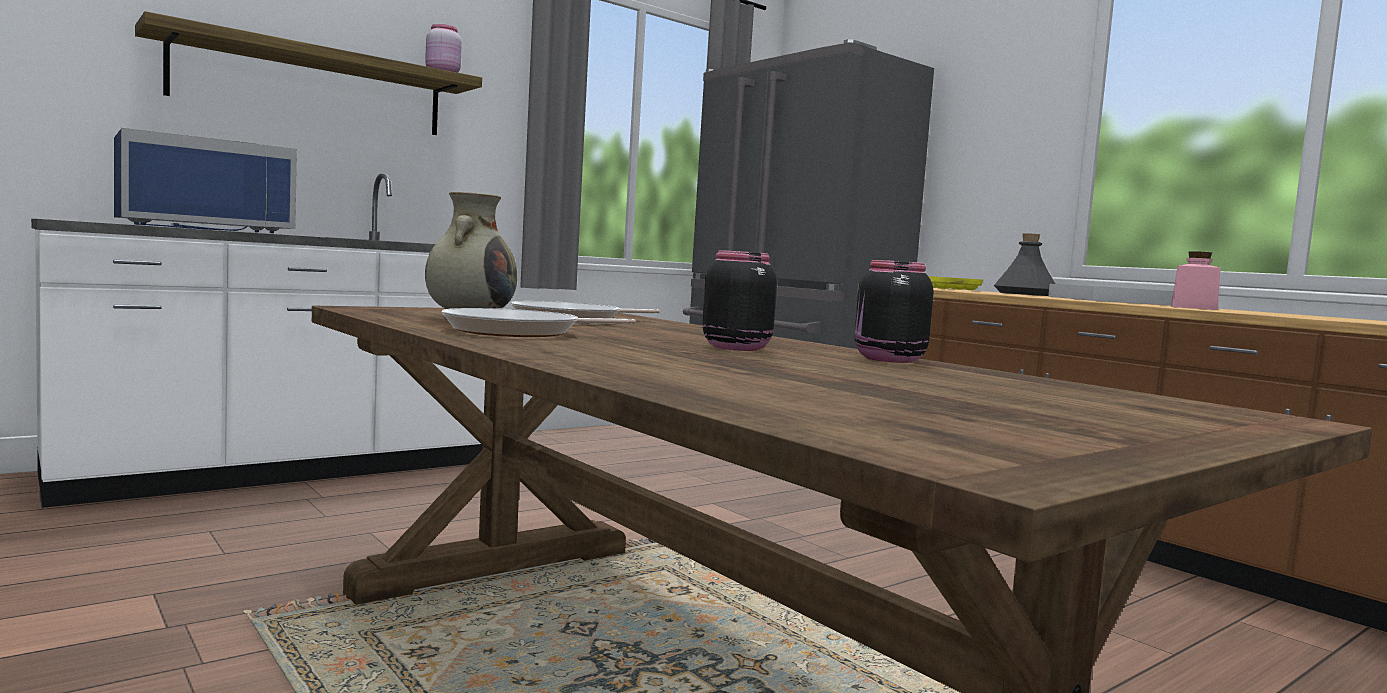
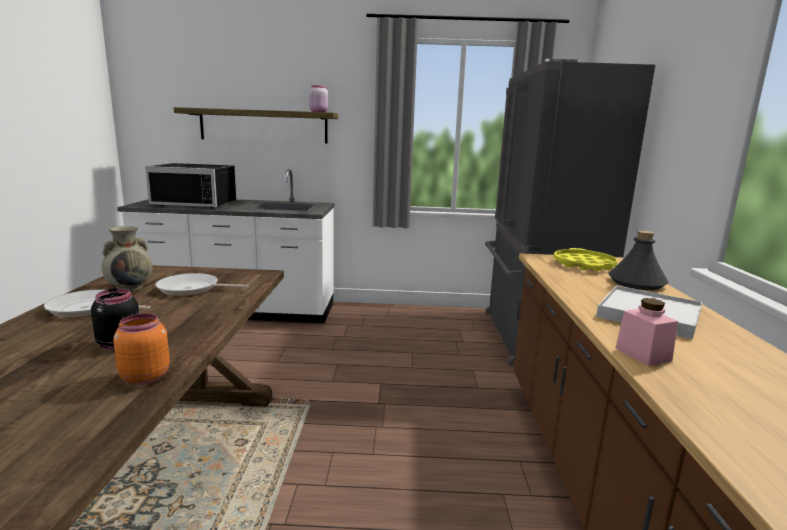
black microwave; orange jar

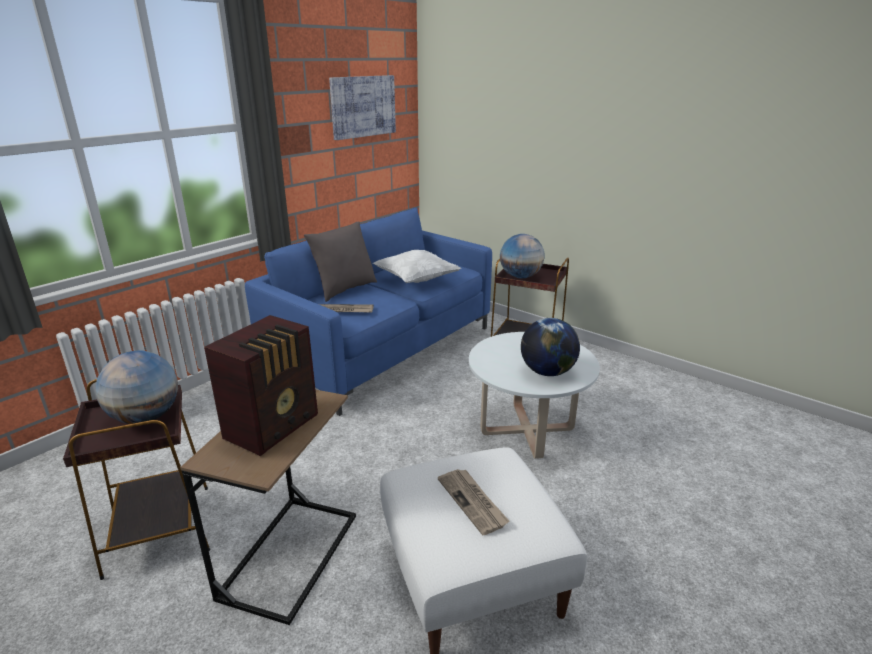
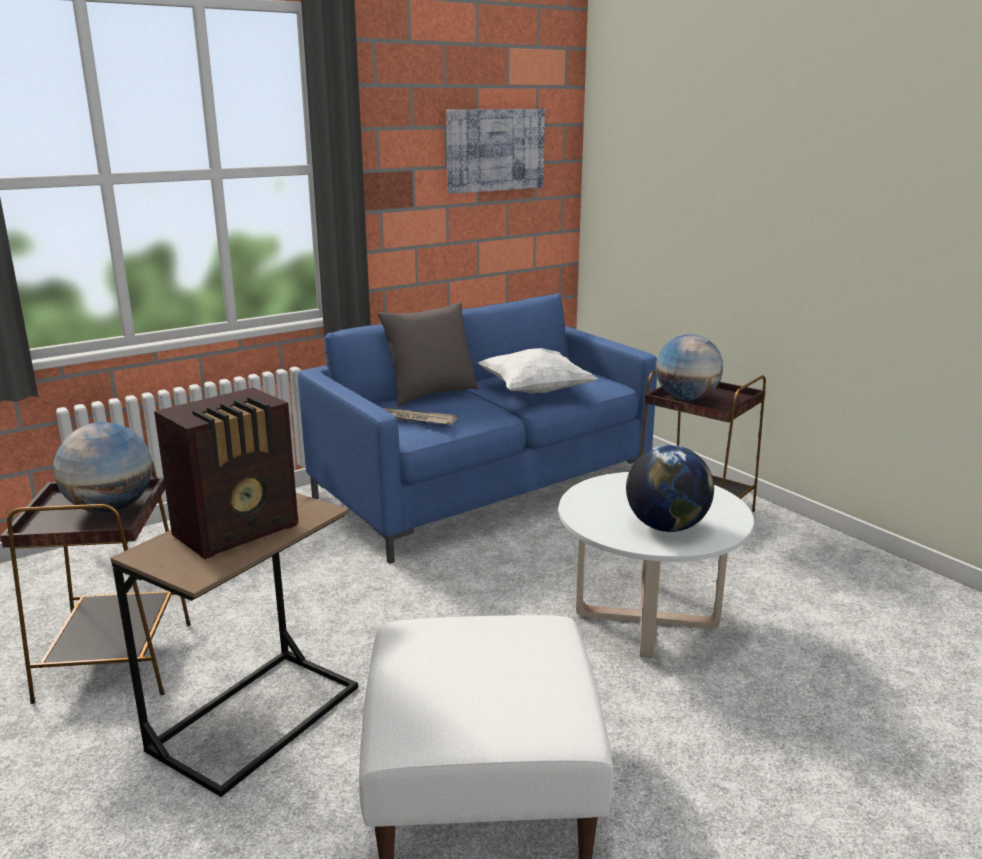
newspaper (2nd from left in the first image)

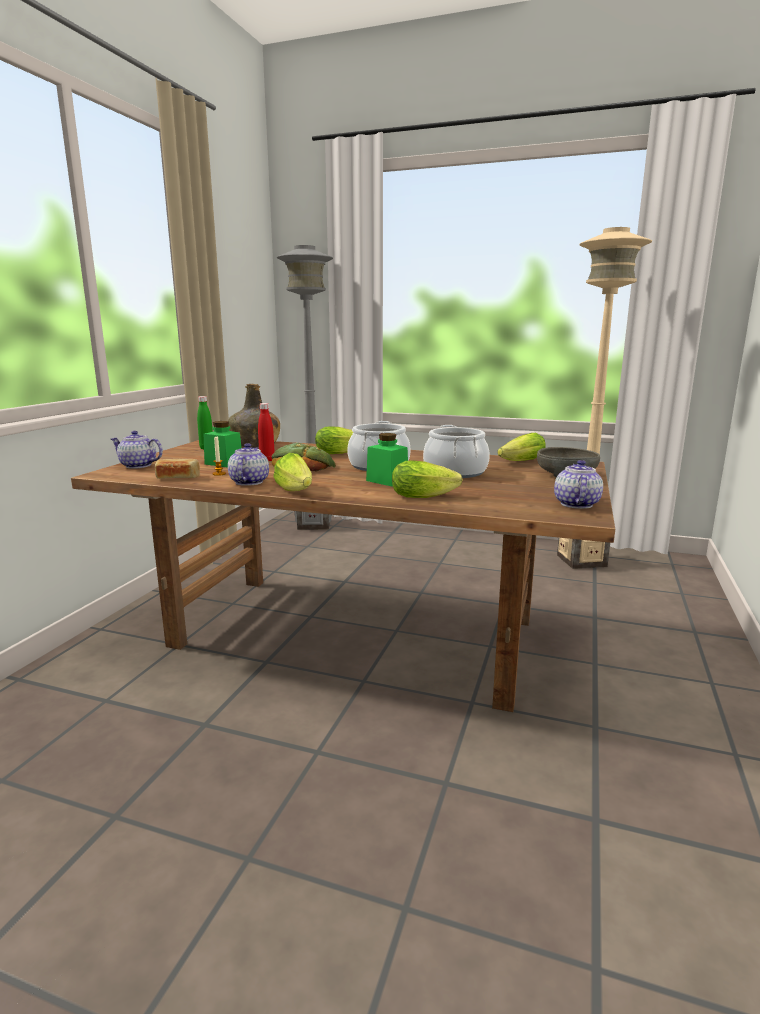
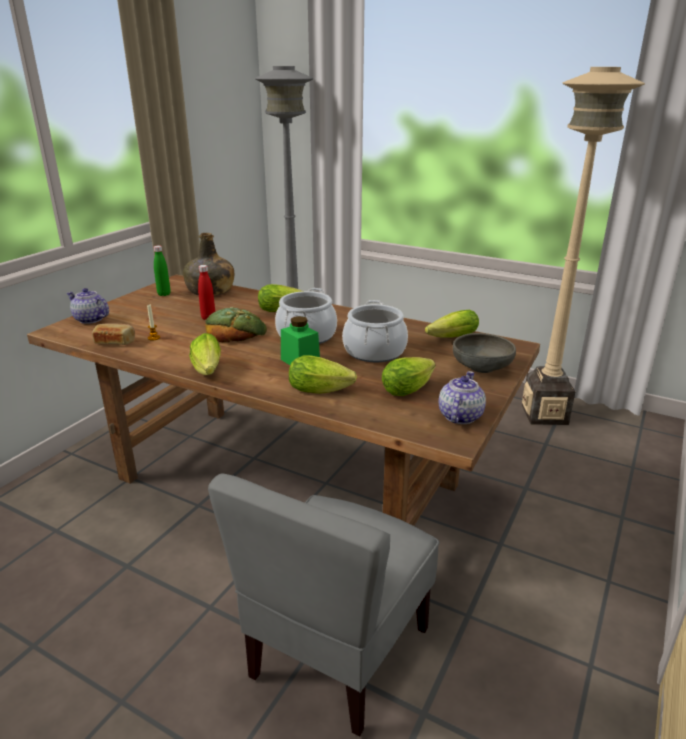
green jar (1st from left in the first image); teapot (2nd from left in the first image); grey chair; lettuce (4th from left)

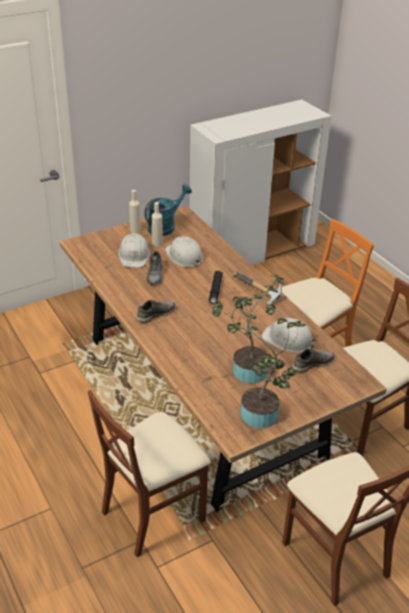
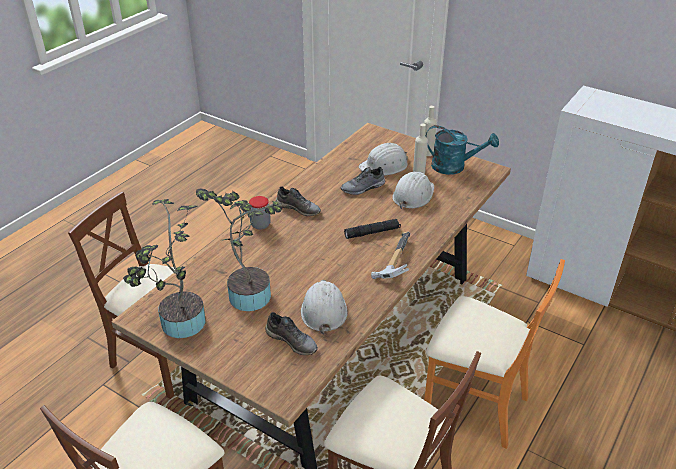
jar

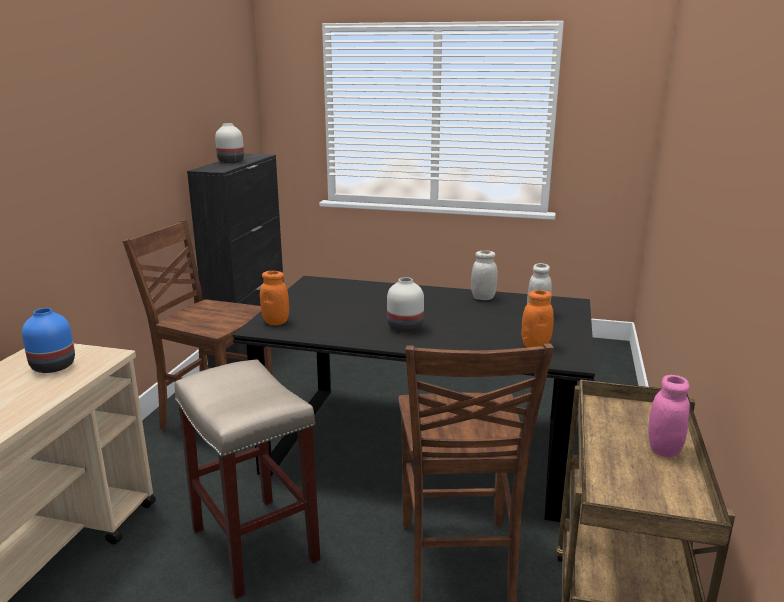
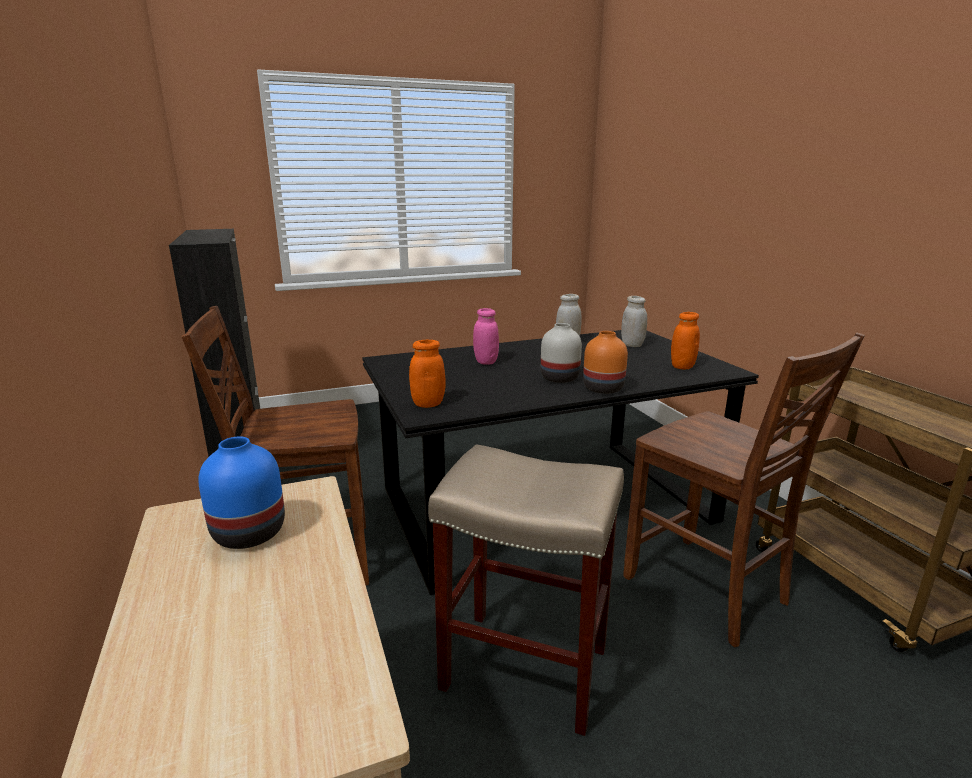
white vase (1st from left in the first image); orange vase; pink jar

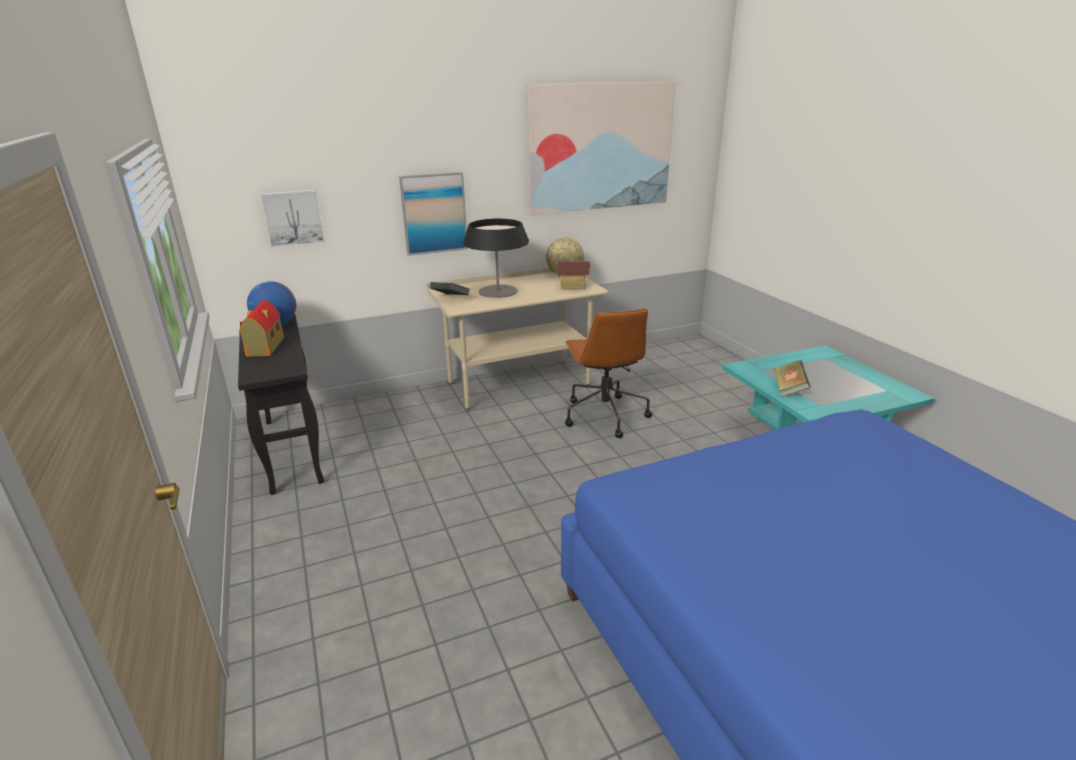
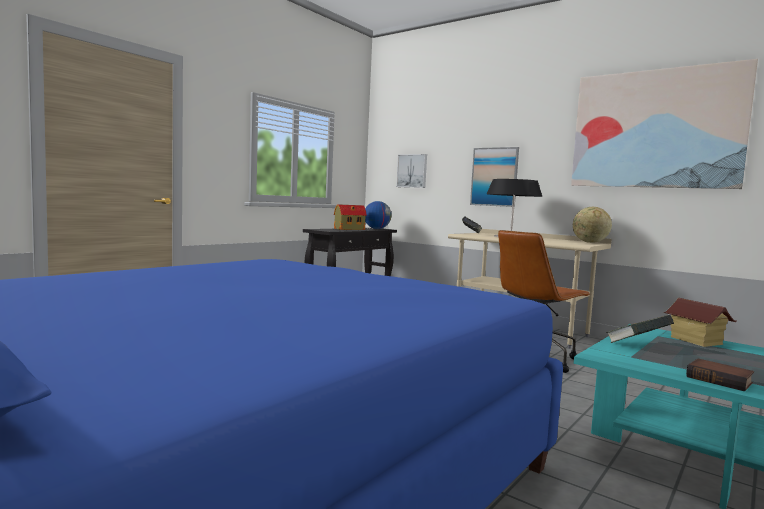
book (3rd from left); toy house (2nd from left)

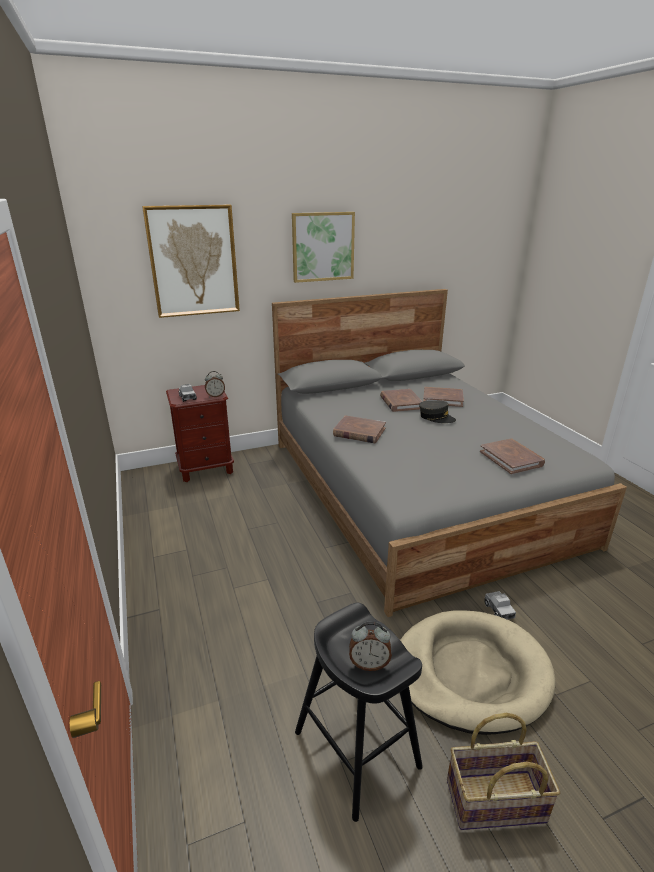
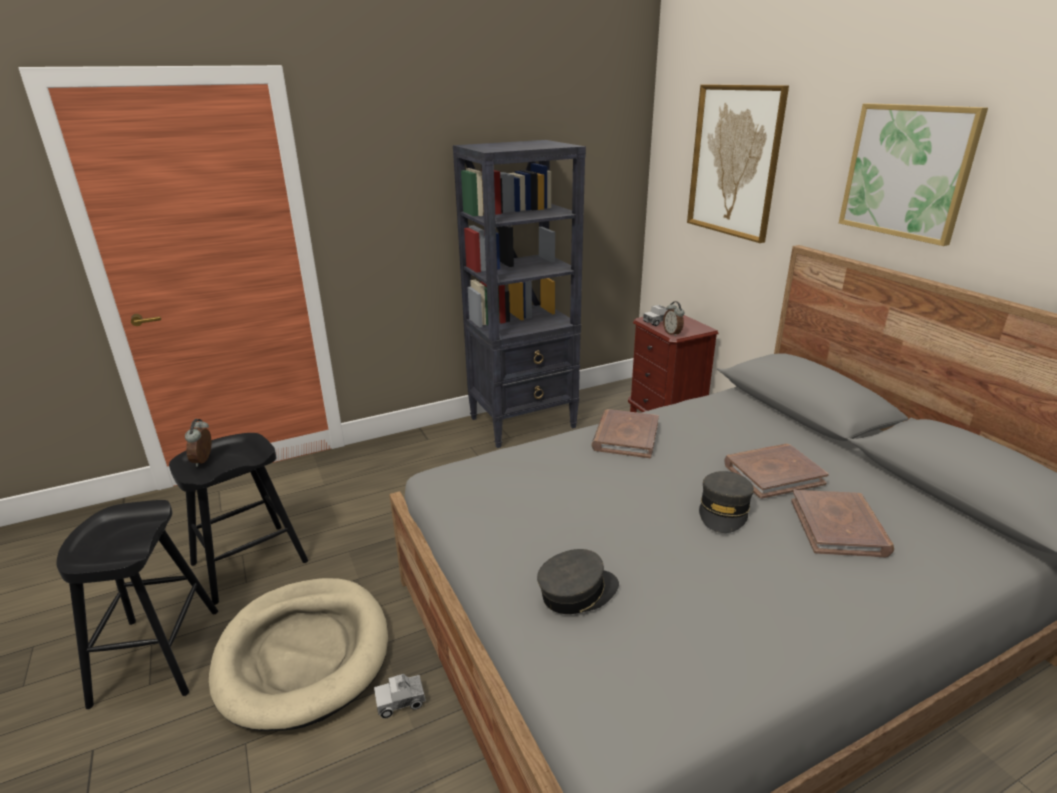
black bookcase; black stool (1st from left); grey cap (1st from left)

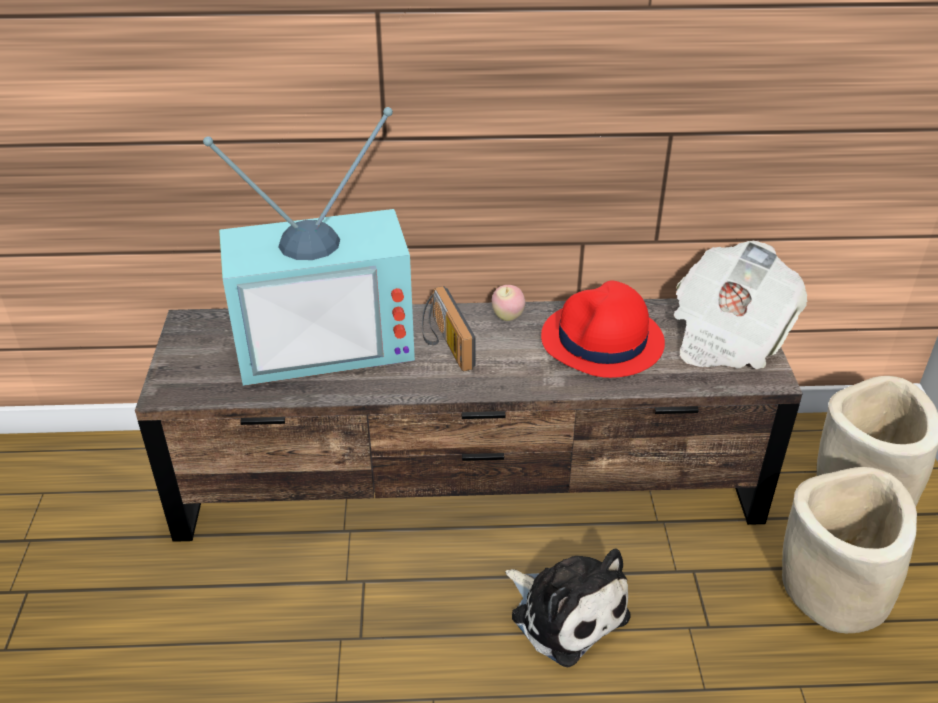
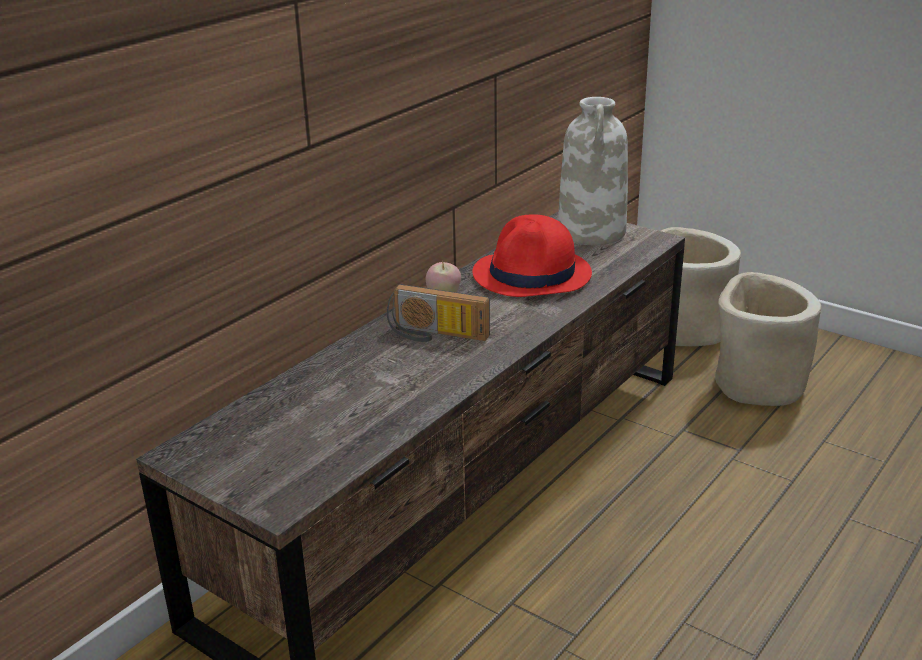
television; plush toy; white vase

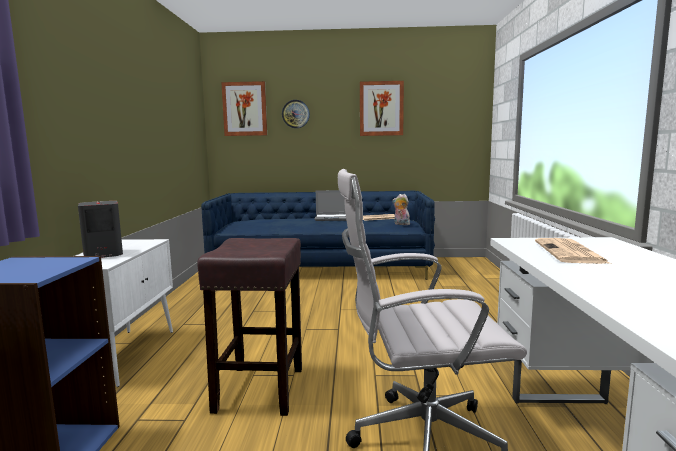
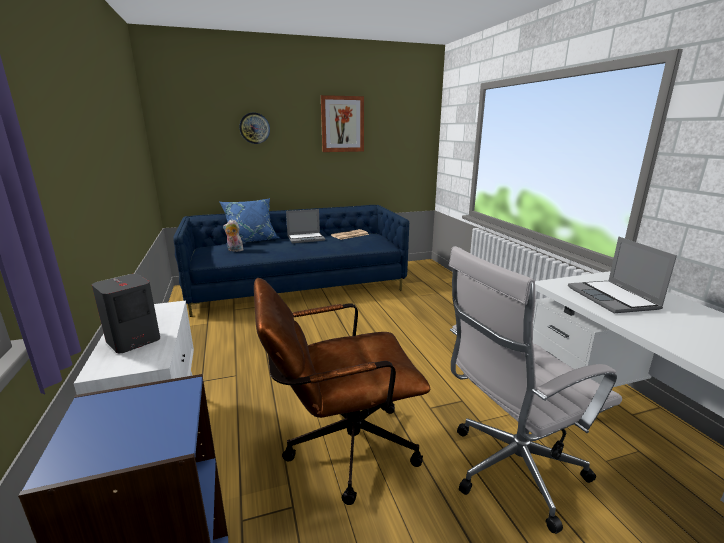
picture (1st from left in the first image); blue pillow; plush toy; brown office chair; laptop (2nd from left)

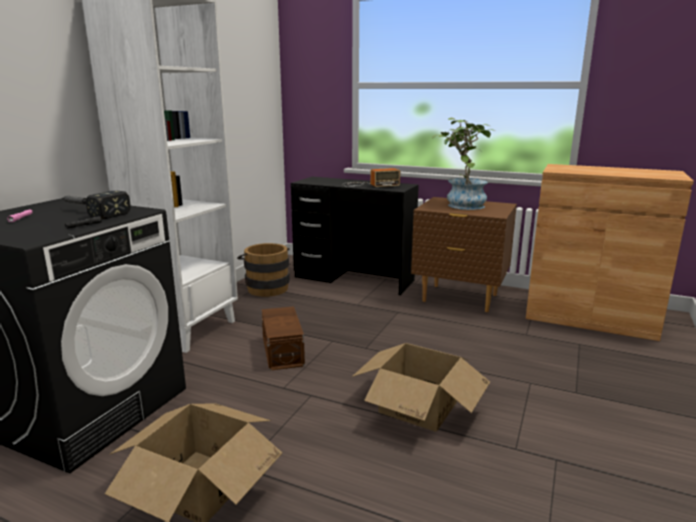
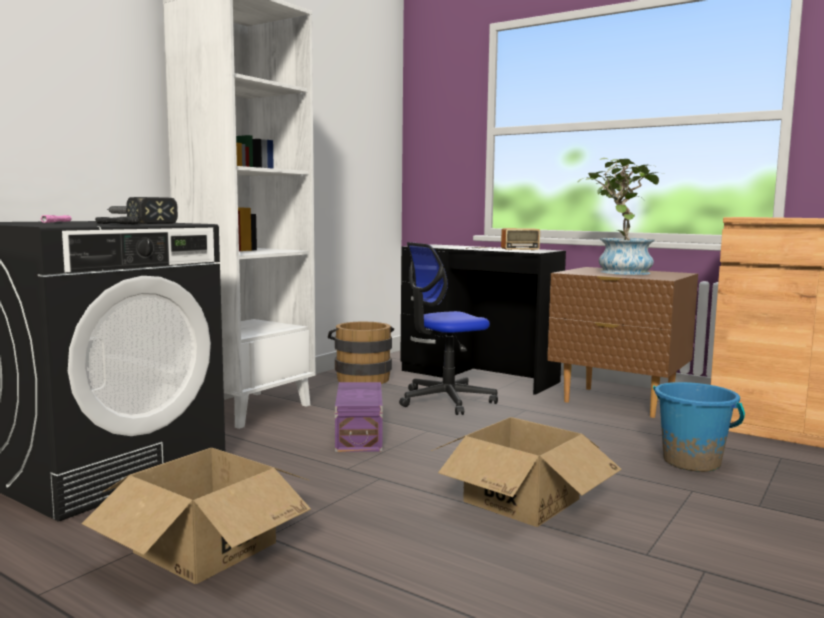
office chair; blue bucket; purple storage box

